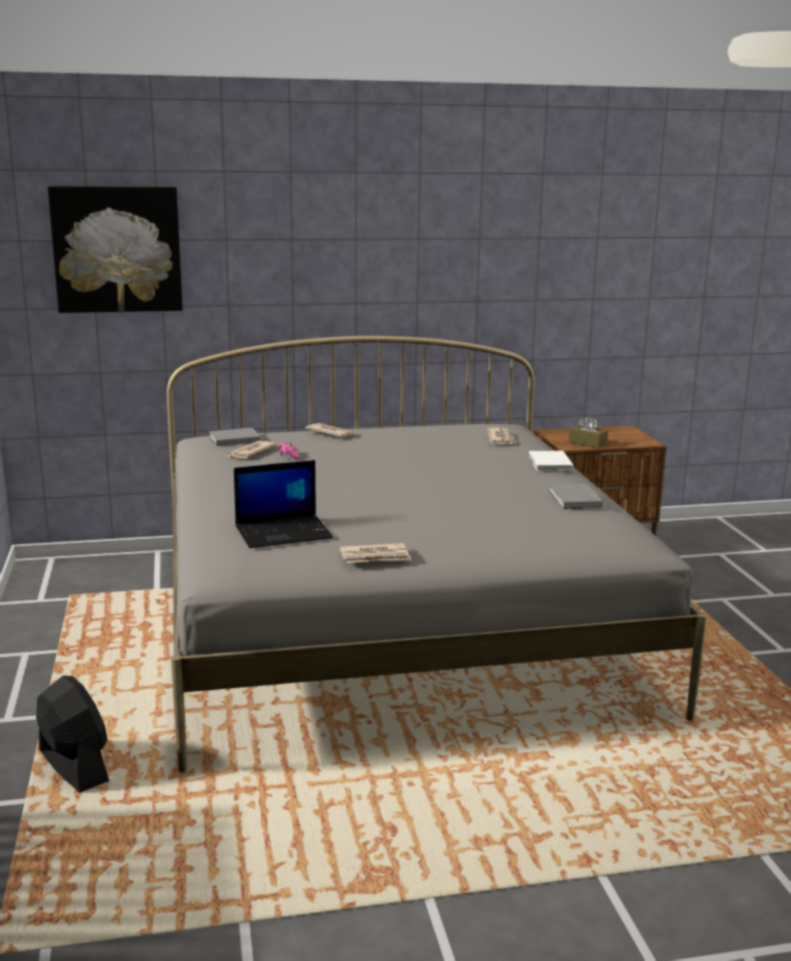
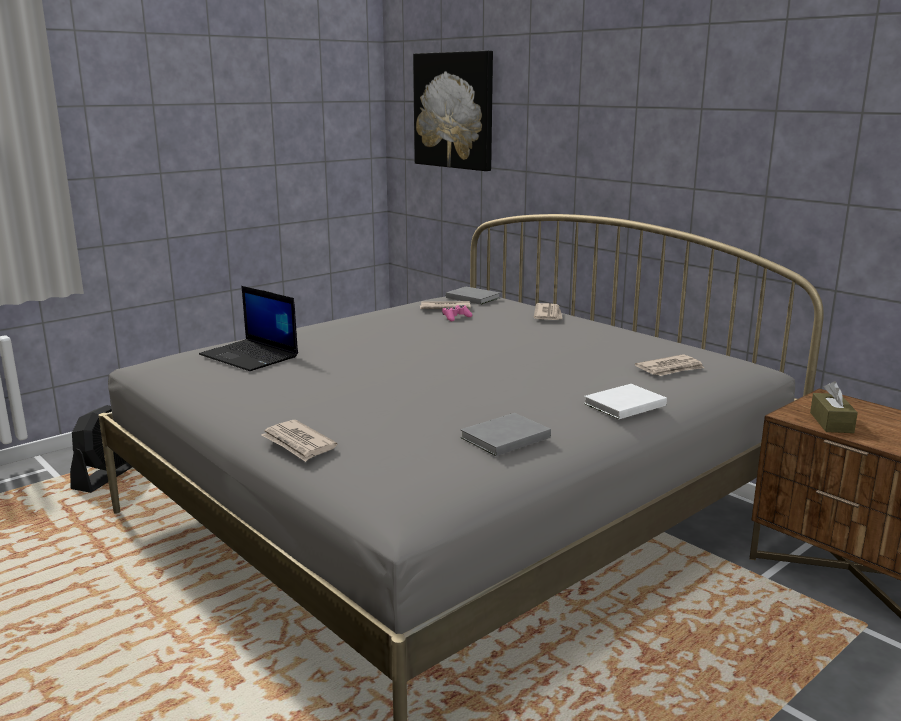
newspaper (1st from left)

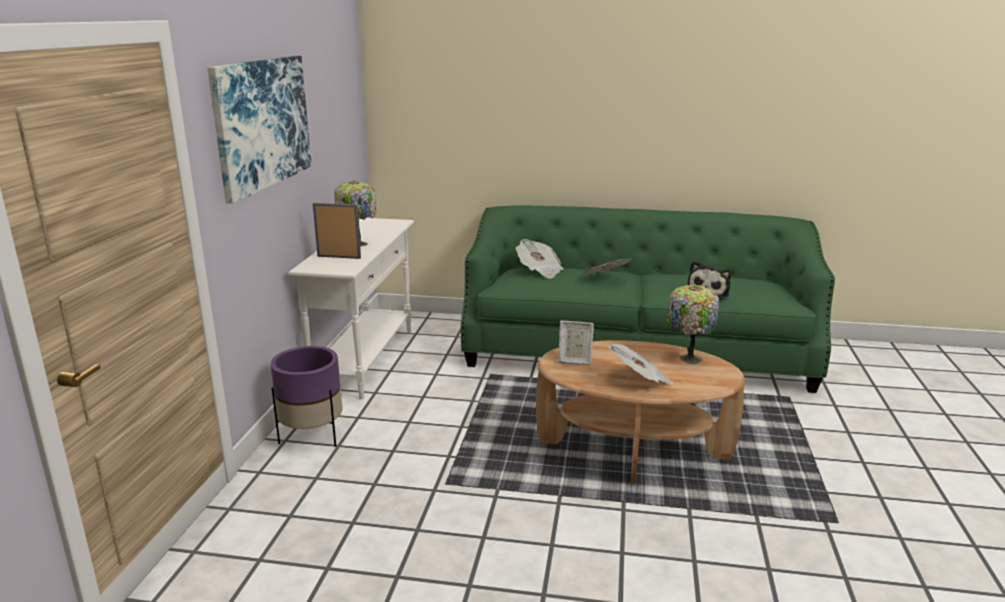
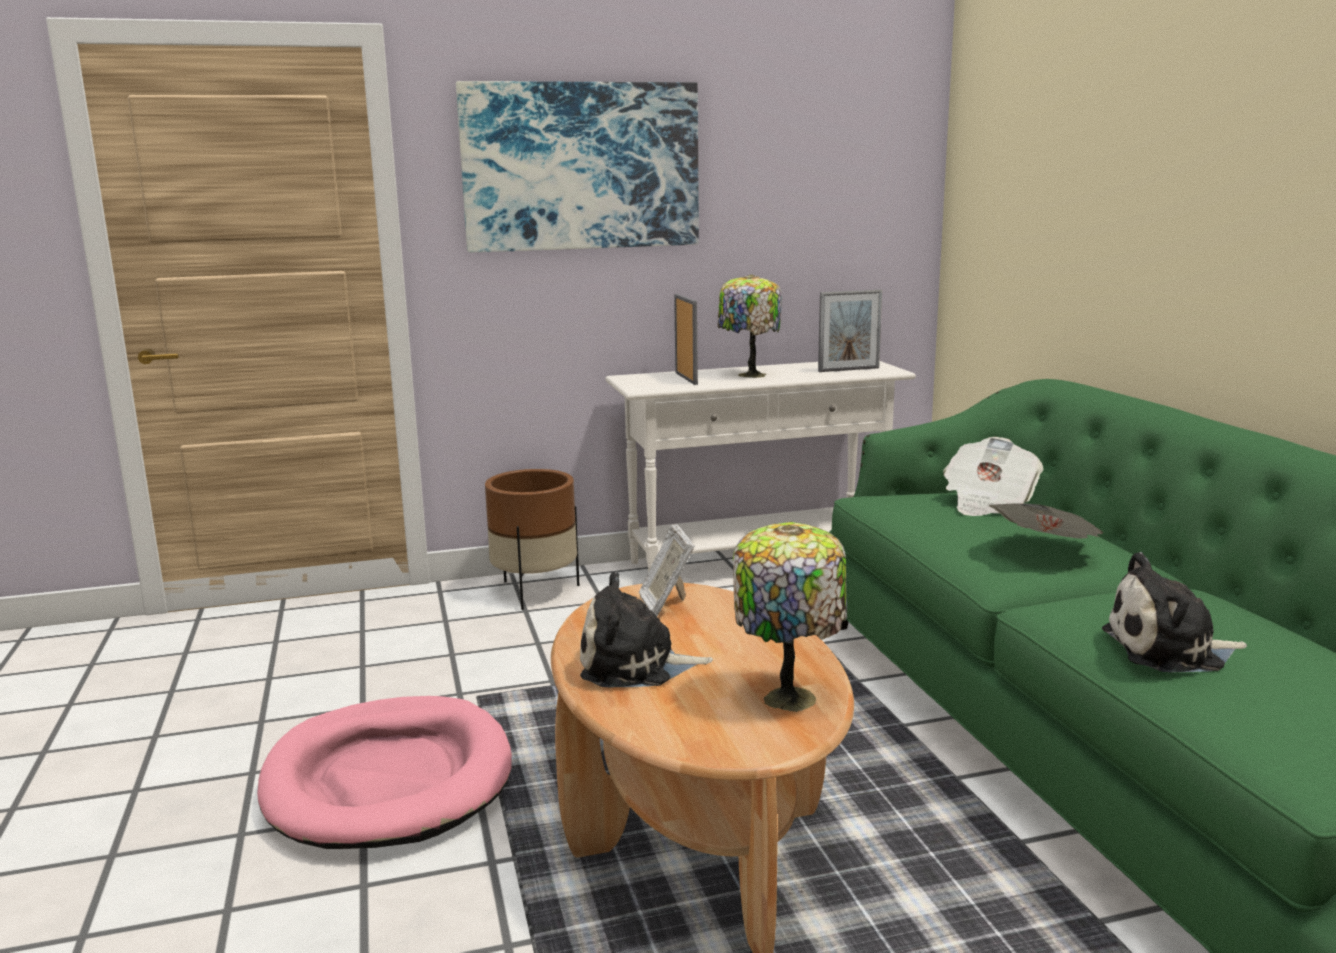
pink dog bed; picture frame (3rd from left); plush toy (1st from left); brown planter

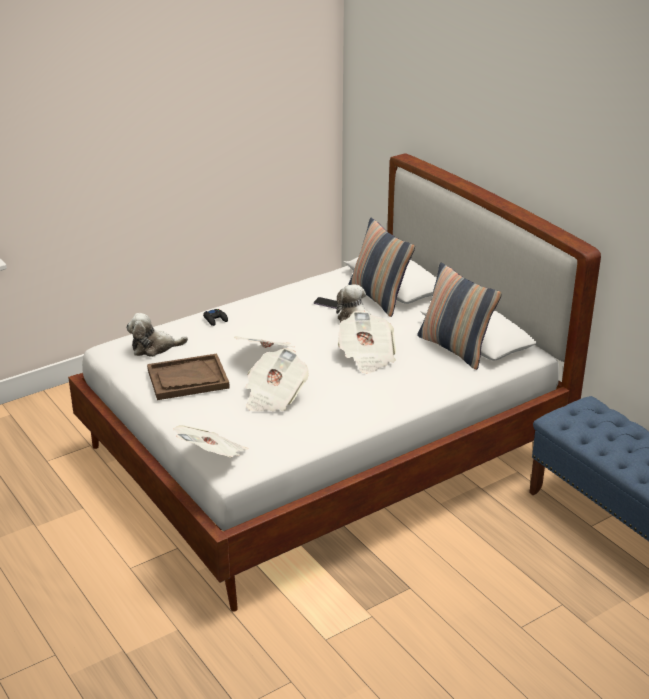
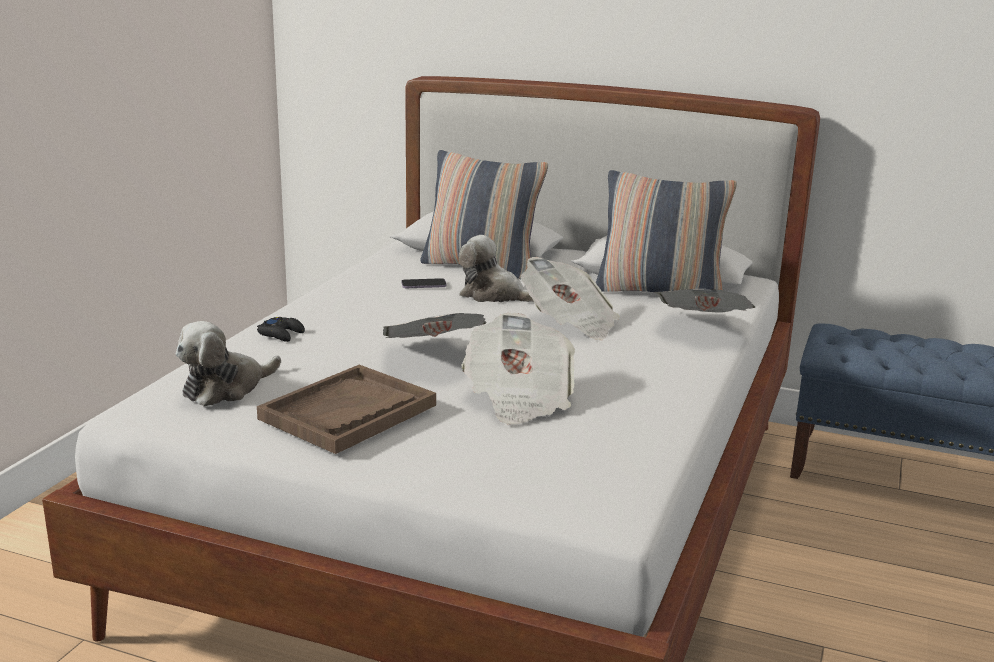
newspaper (4th from left)

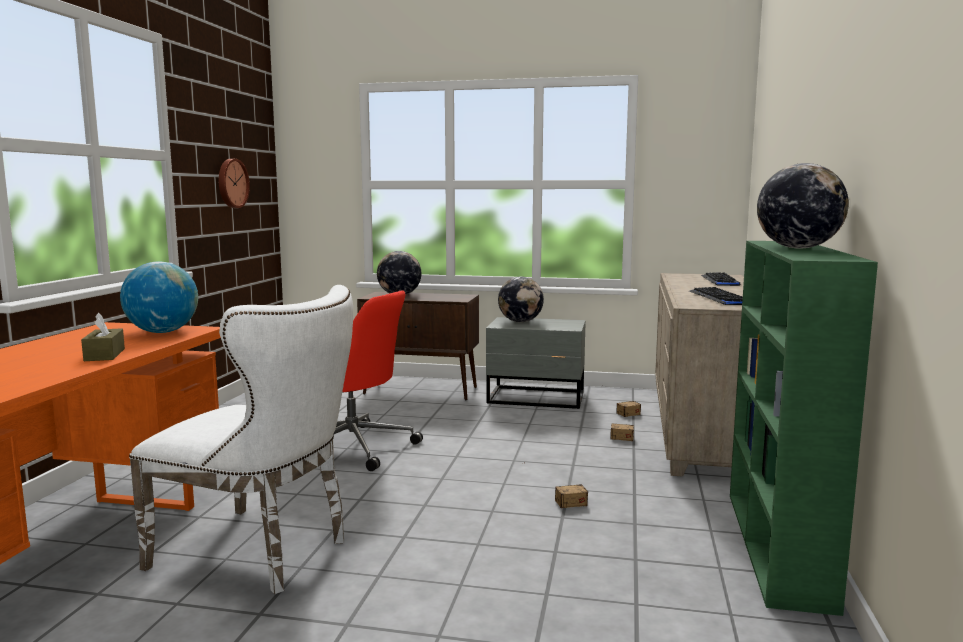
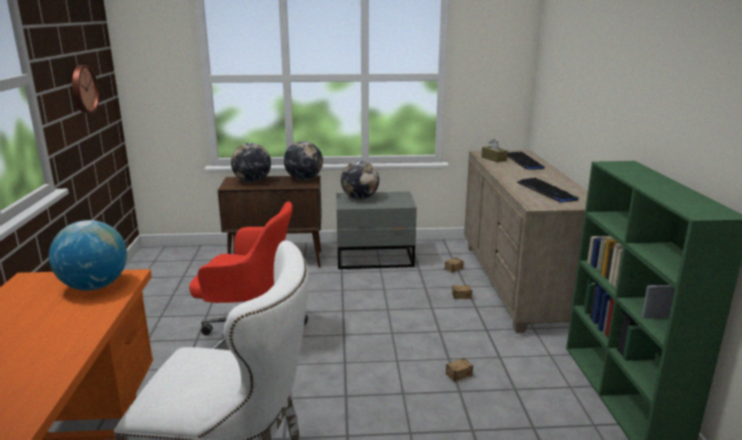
brown tissue box; globe (3rd from left)

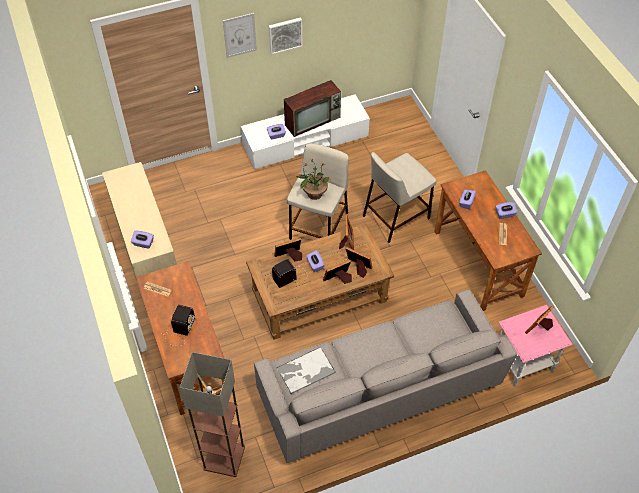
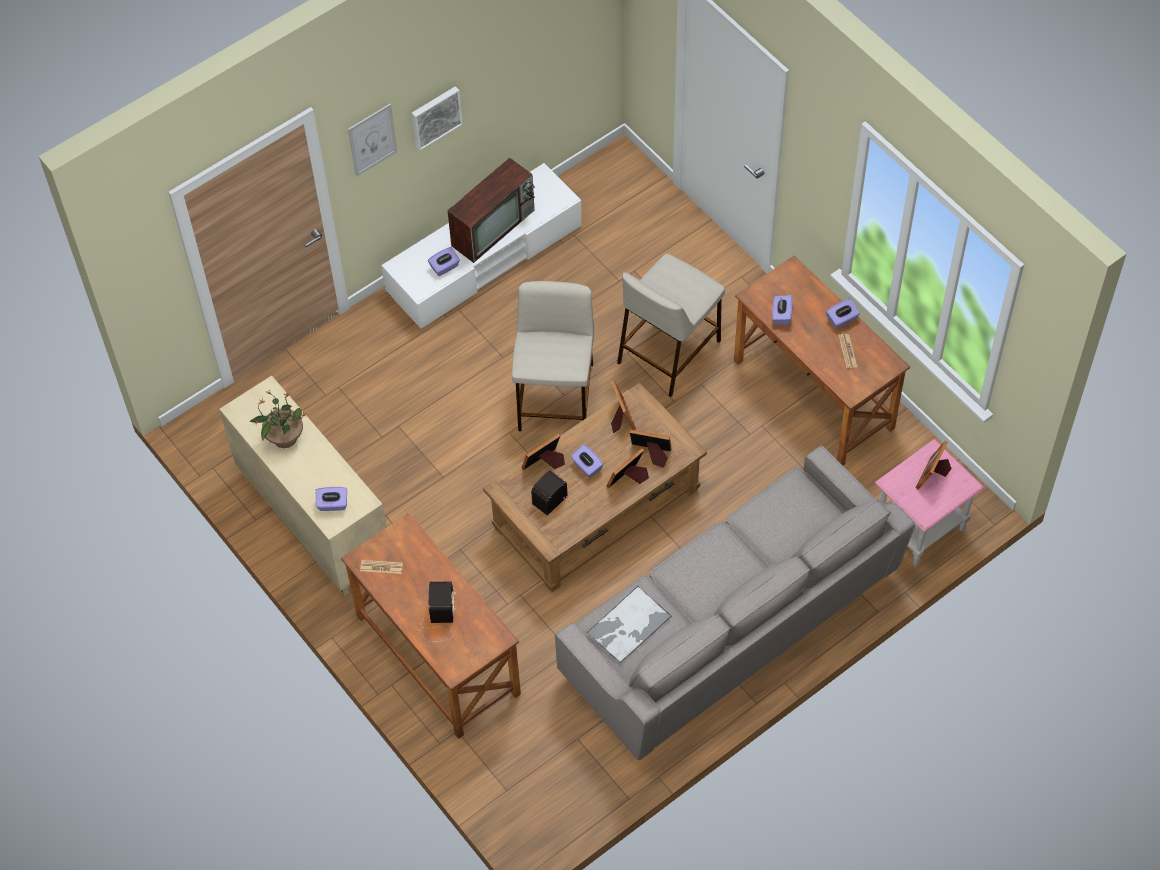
floor lamp; potted plant

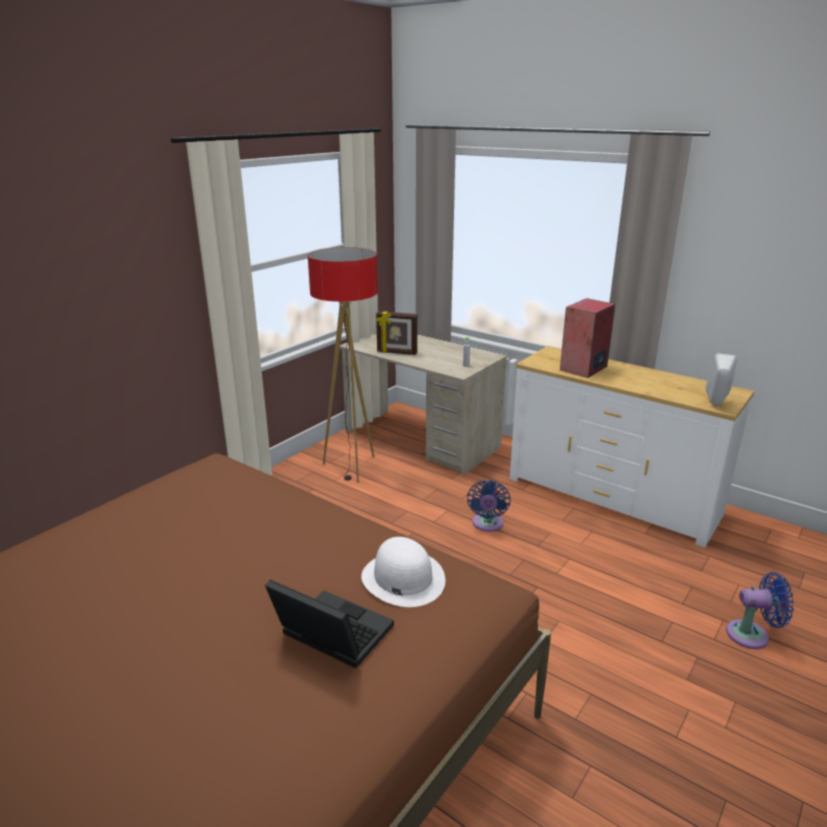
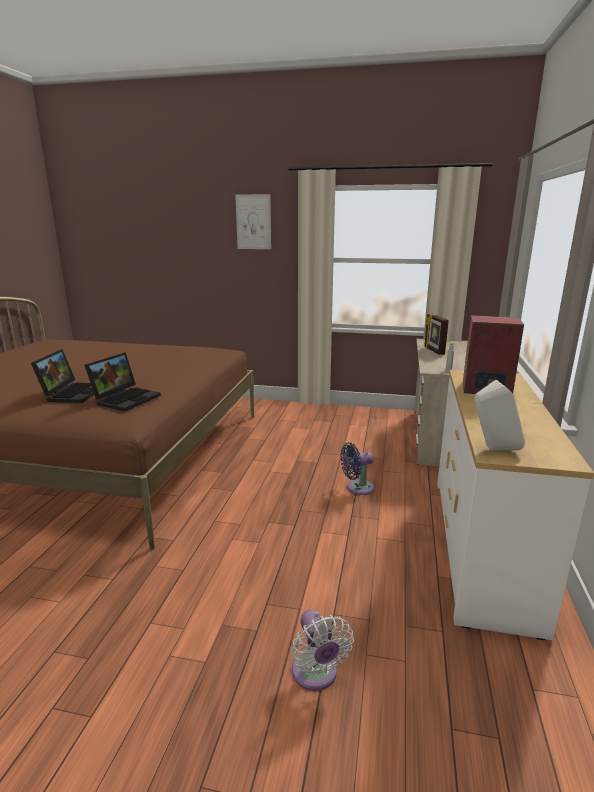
floor lamp; picture; laptop (2nd from left); white fan

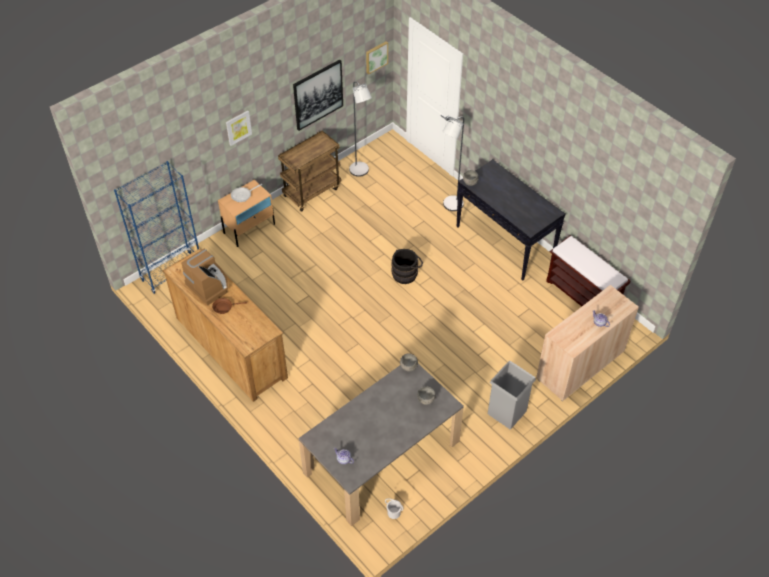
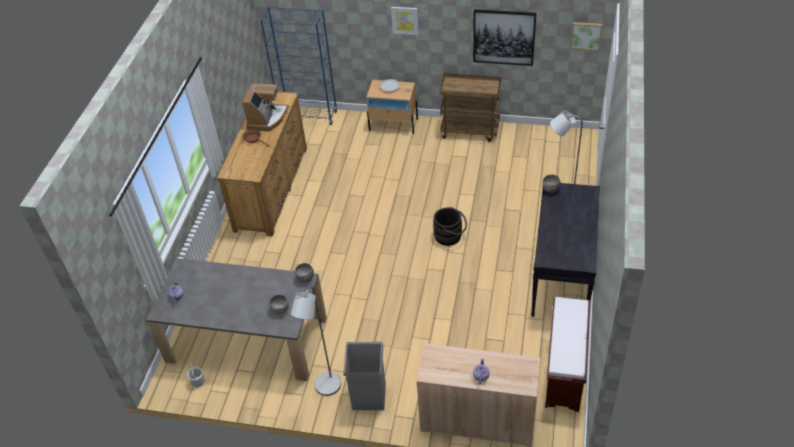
grey floor lamp (1st from left)

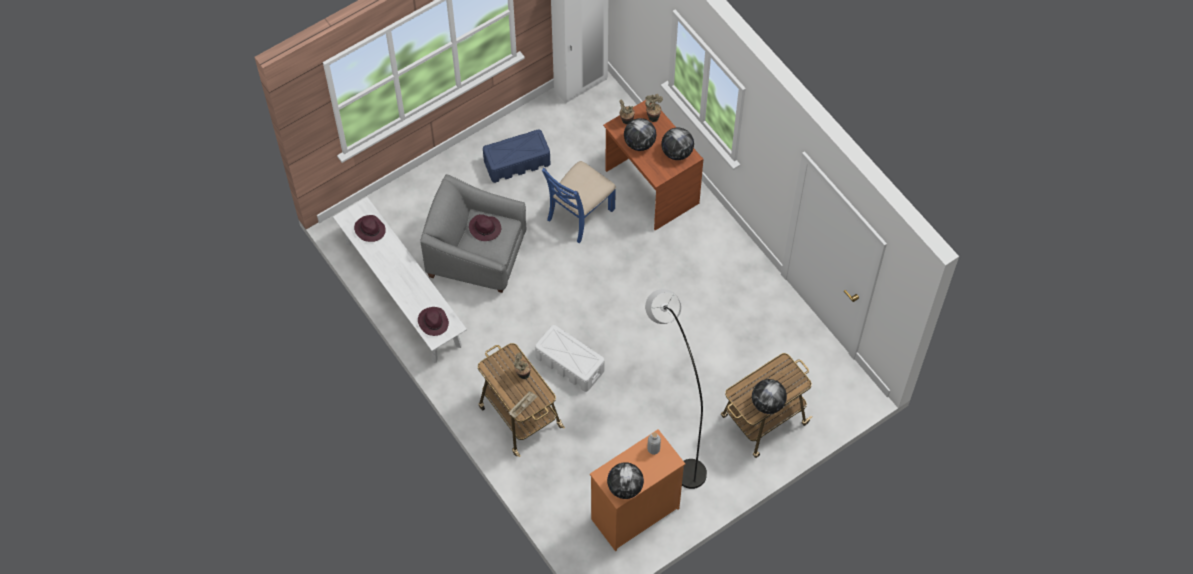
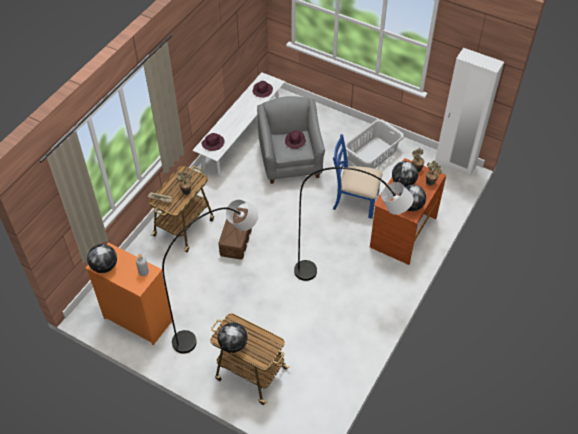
grey floor lamp (2nd from left); grey laundry basket; brown storage box

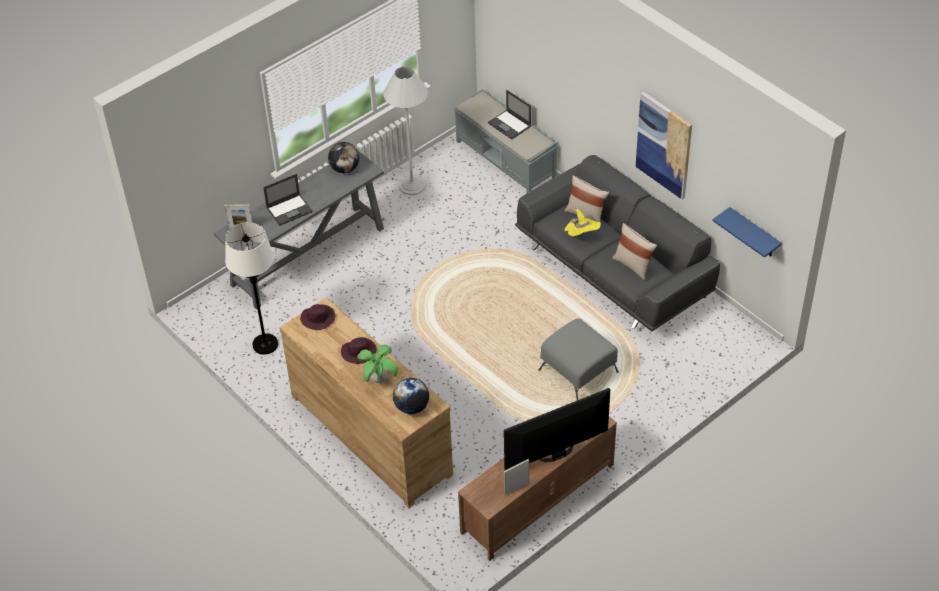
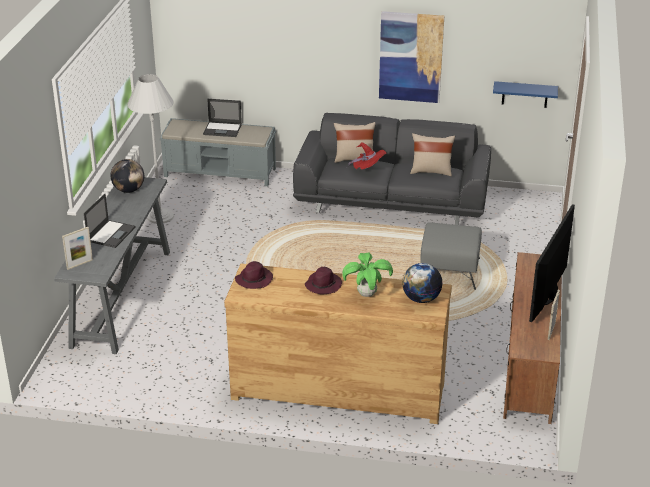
white floor lamp (1st from left in the first image); red hat

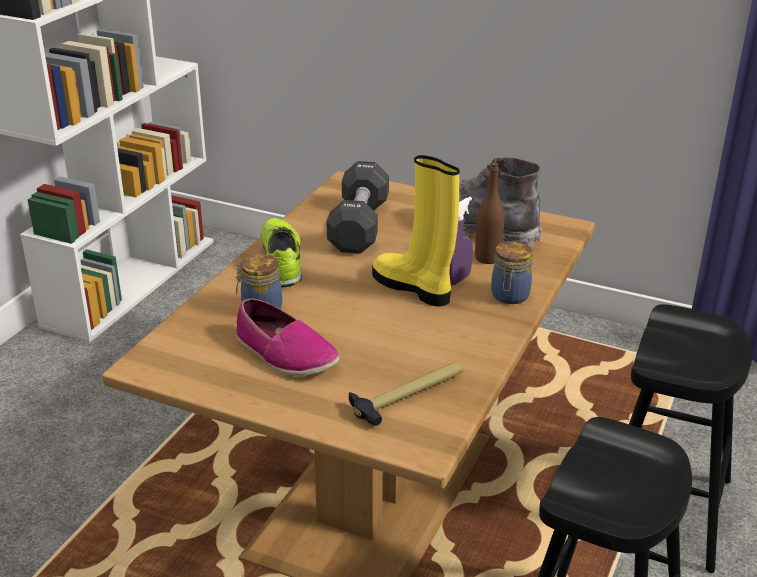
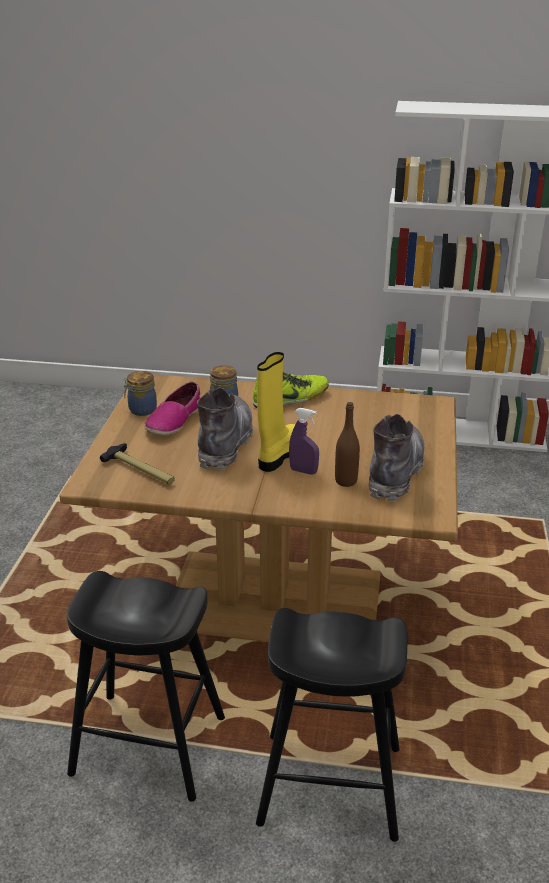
black dumbbell; grey boot (1st from left); jar (1st from left)

